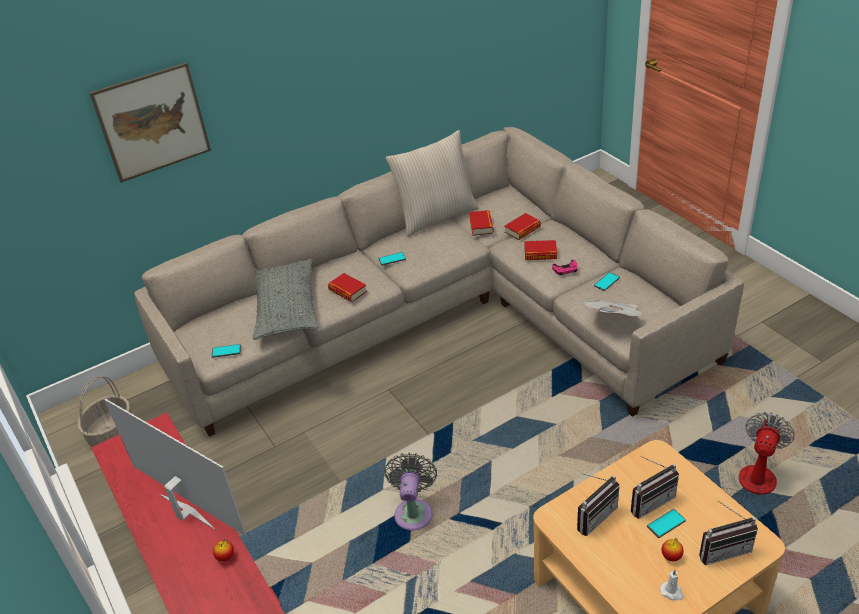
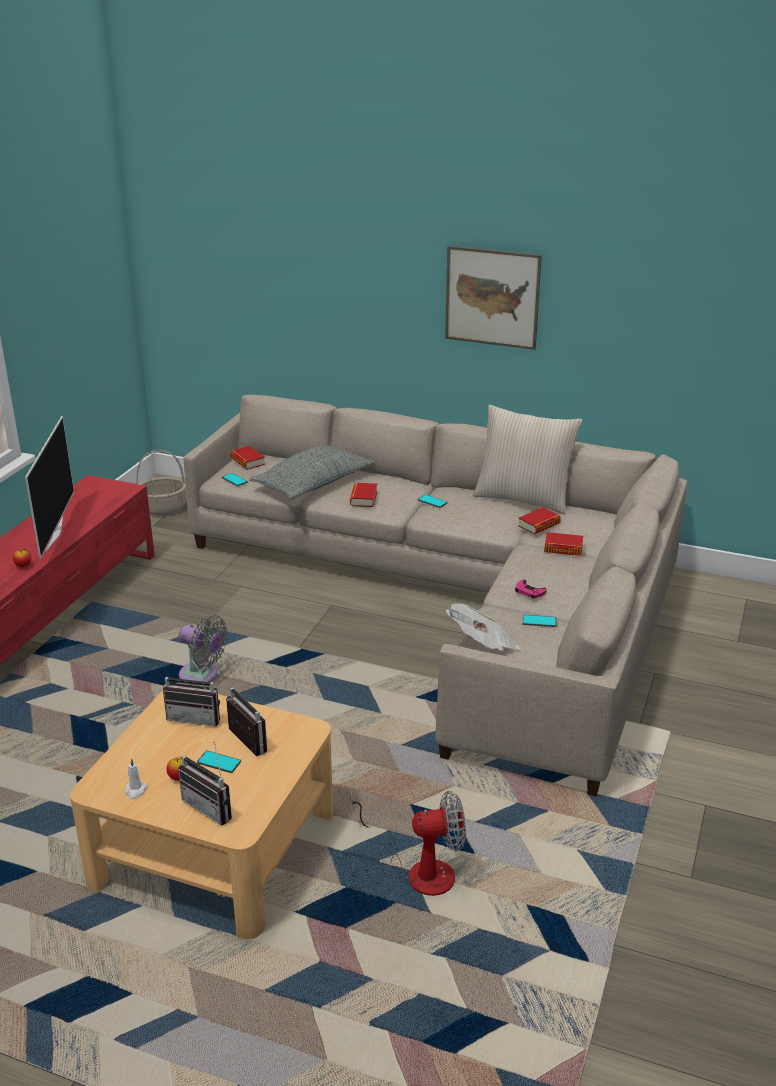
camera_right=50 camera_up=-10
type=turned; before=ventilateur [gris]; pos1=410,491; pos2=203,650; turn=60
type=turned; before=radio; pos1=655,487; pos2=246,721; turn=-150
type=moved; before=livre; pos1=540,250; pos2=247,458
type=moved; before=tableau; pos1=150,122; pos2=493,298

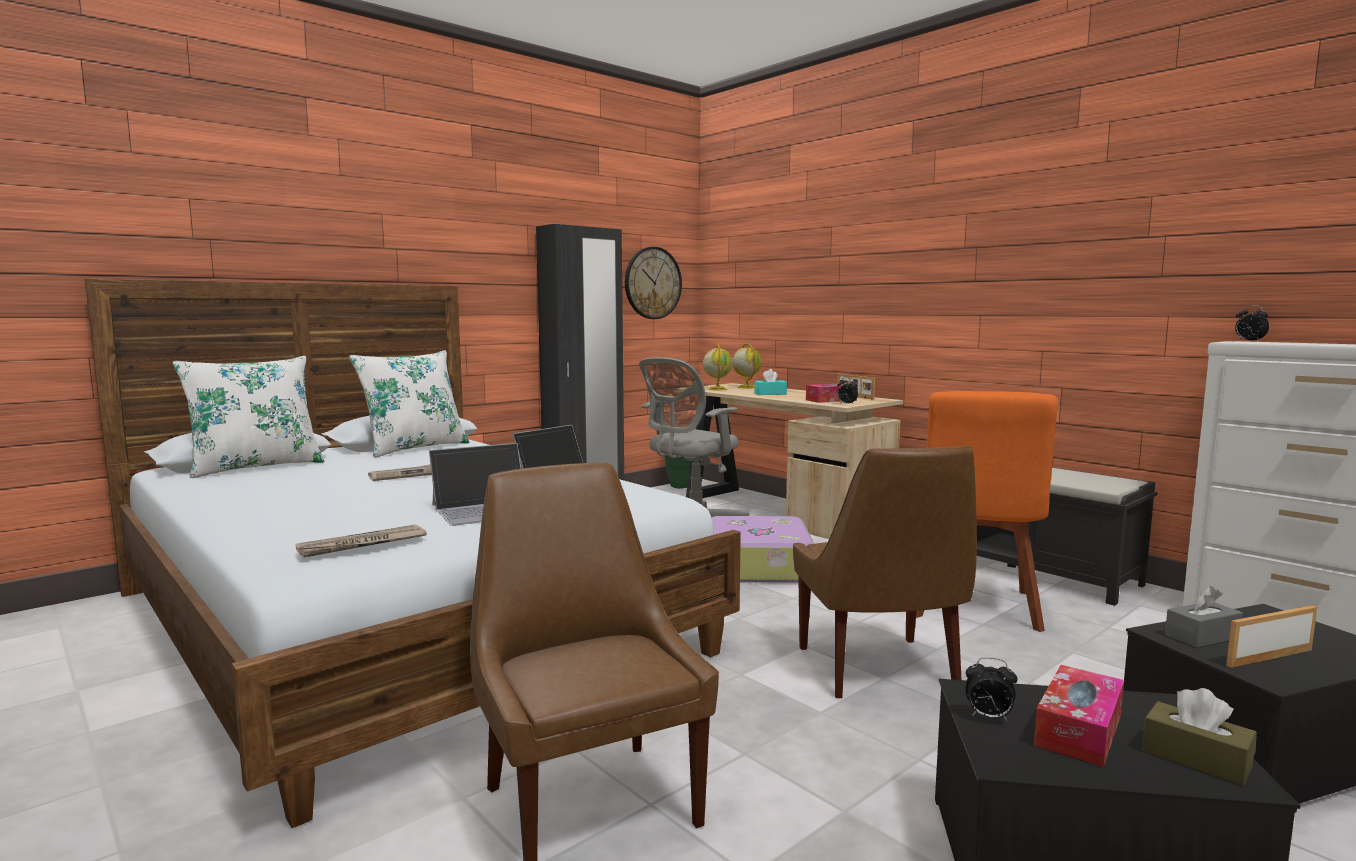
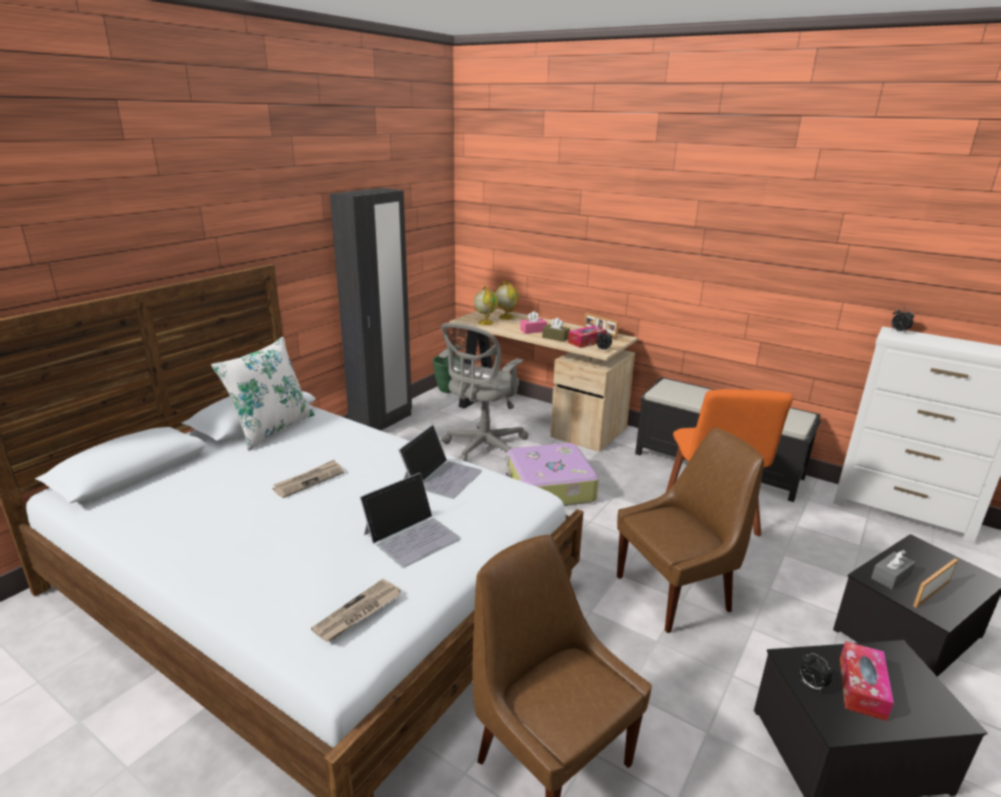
camera_right=-15 camera_up=15
type=recoloured; before=boîte à mouchoirs [turquoise]; after=boîte à mouchoirs [rose]; pos1=771,382; pos2=533,322
type=moved; before=boîte à mouchoirs [marron]; pos1=1199,737; pos2=556,330
type=turned; before=chaise [marron]; pos1=885,572; pos2=690,530; turn=-90
type=turned; before=réveil; pos1=991,689; pos2=816,672; turn=45
type=removed; before=coussin [blanc]; pos1=248,417
type=removed; before=horloge murale; pos1=653,283

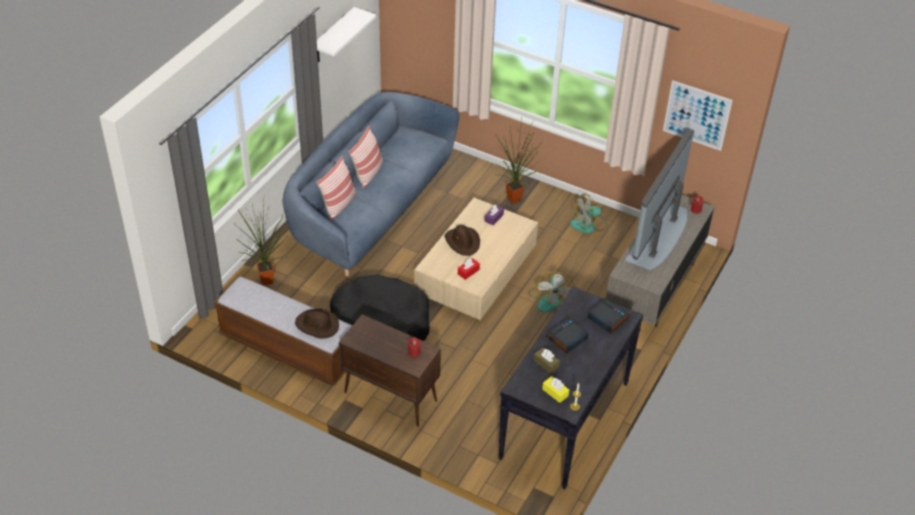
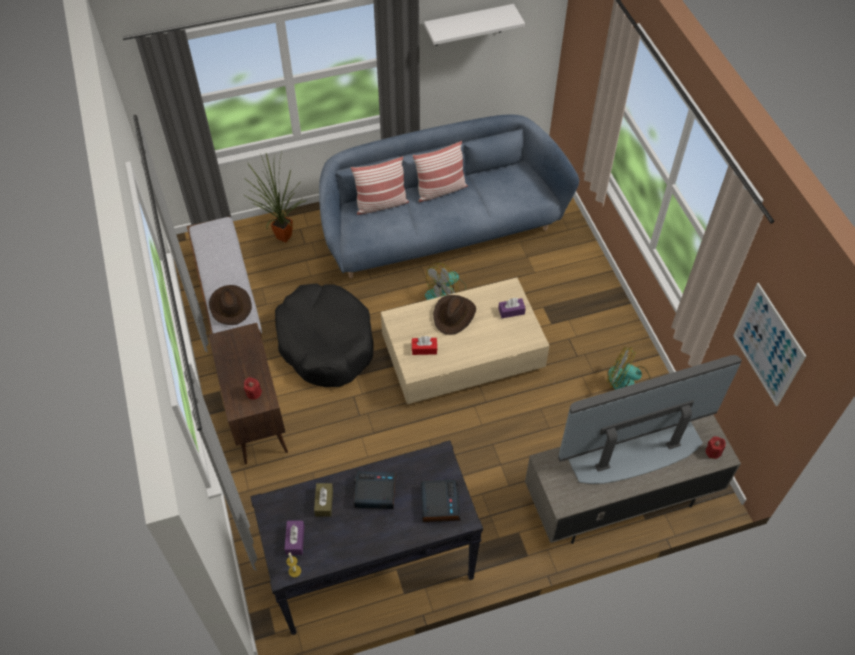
camera_right=45 camera_up=10
type=recoloured; before=boîte à mouchoirs [jaune]; after=boîte à mouchoirs [violet]; pos1=555,389; pos2=294,538
type=moved; before=ventilateur; pos1=551,292; pos2=445,281
type=removed; before=plante en pot; pos1=517,162

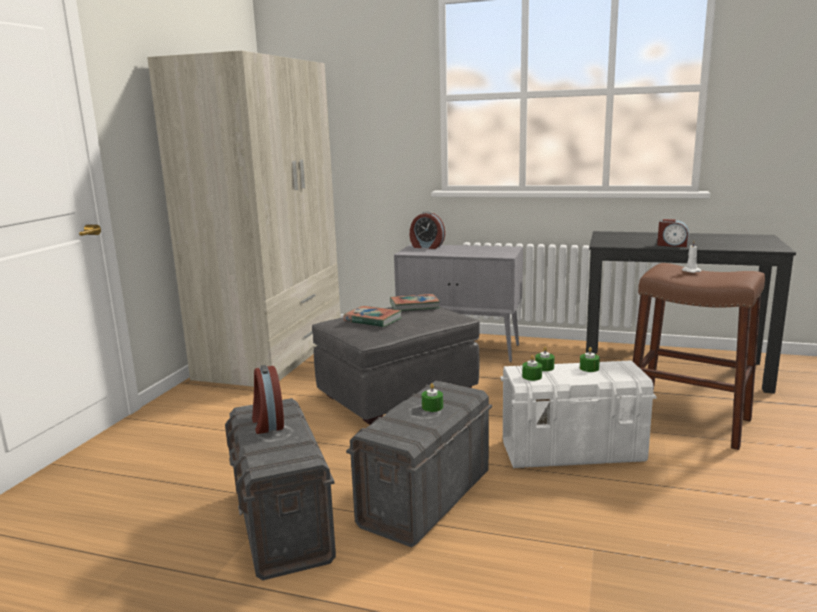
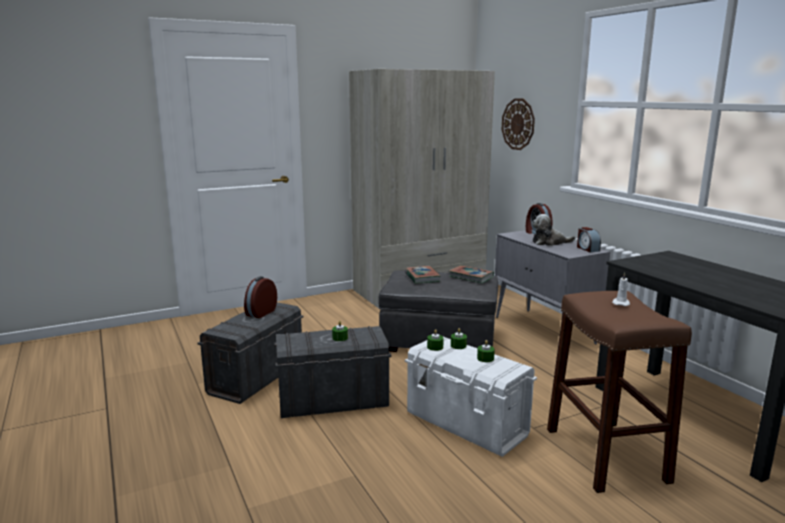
camera_right=45 camera_up=0
type=added; after=horloge murale; pos2=518,124
type=added; after=peluche; pos2=553,230
type=moved; before=réveil; pos1=673,233; pos2=589,239

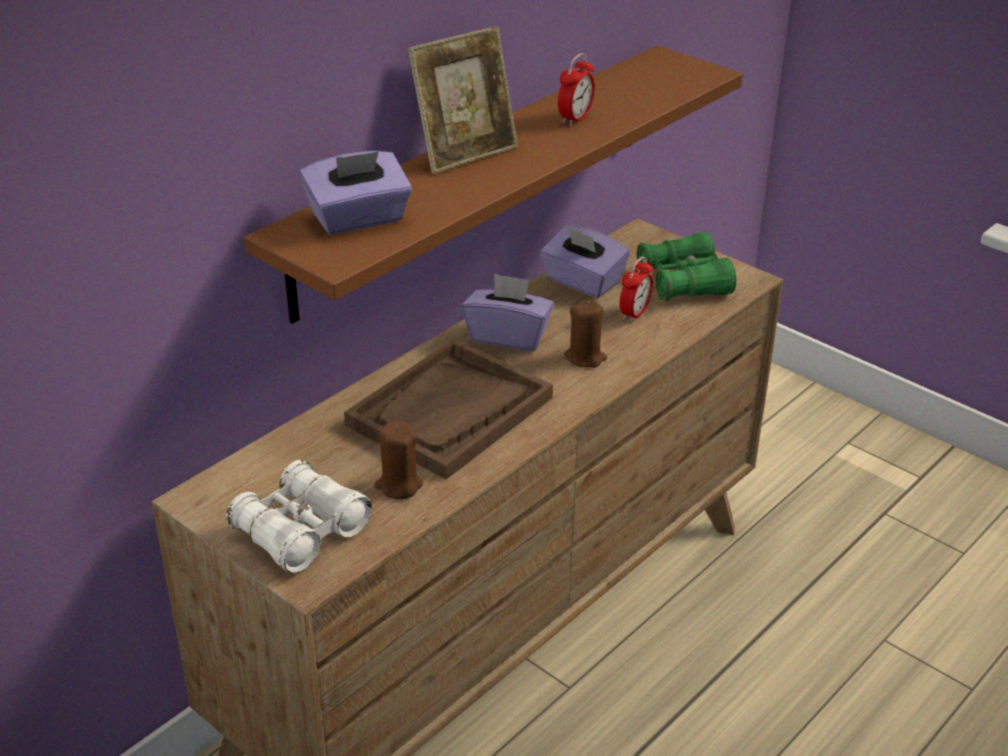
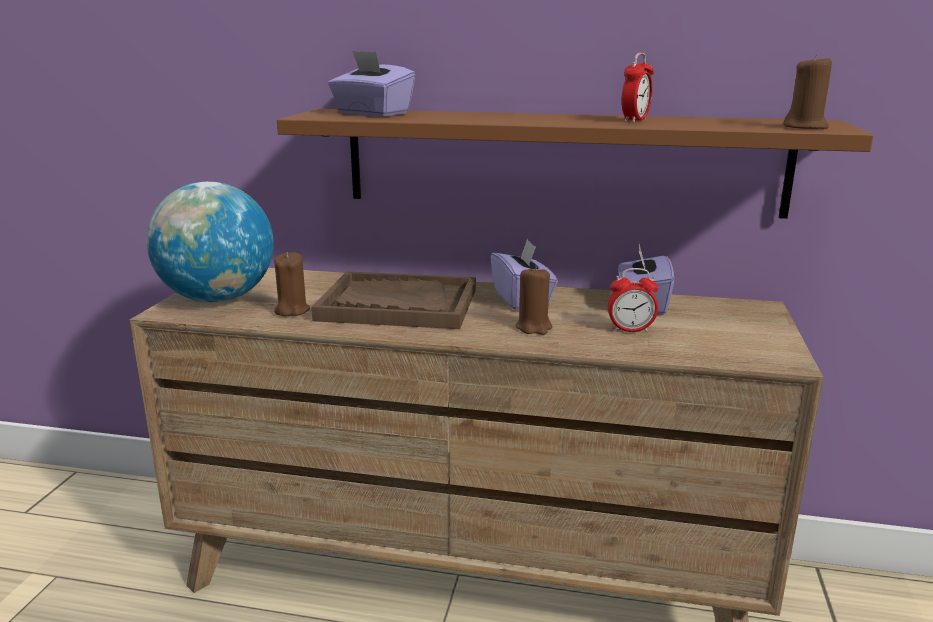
camera_right=60 camera_up=-15
type=replaced; before=jumelles [blanc]; after=globe; pos1=299,516; pos2=210,242
type=turned; before=réveil; pos1=576,89; pos2=637,87; turn=-60
type=added; after=bougie [marron]; pos2=807,91
type=removed; before=cadre photo; pos1=463,100
type=removed; before=jumelles [vert]; pos1=687,266

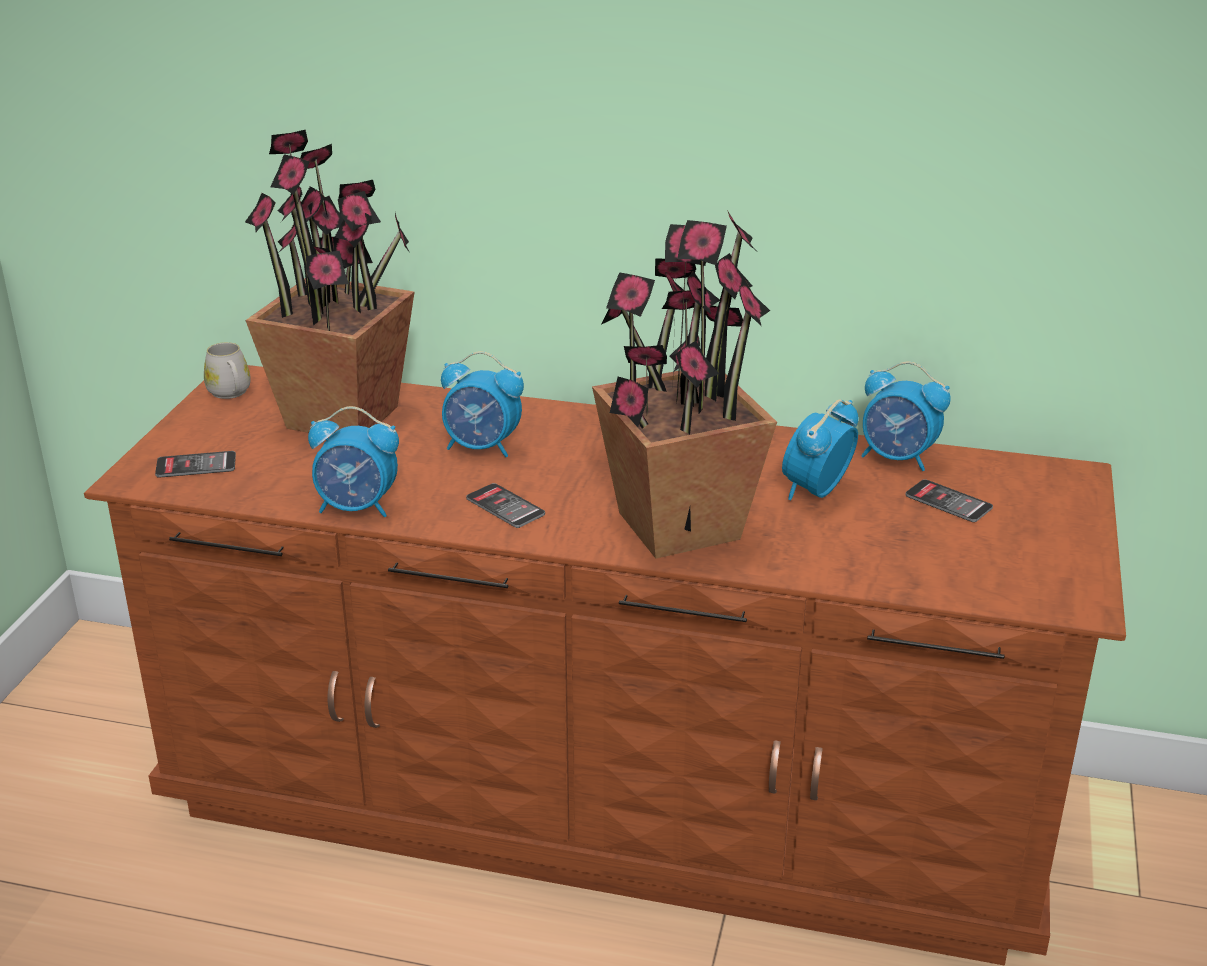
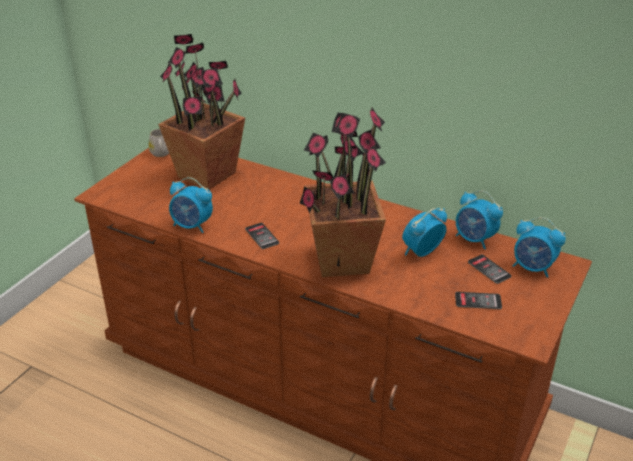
camera_right=15 camera_up=5
type=moved; before=téléphone; pos1=195,464; pos2=478,300
type=moved; before=réveil; pos1=482,404; pos2=539,247

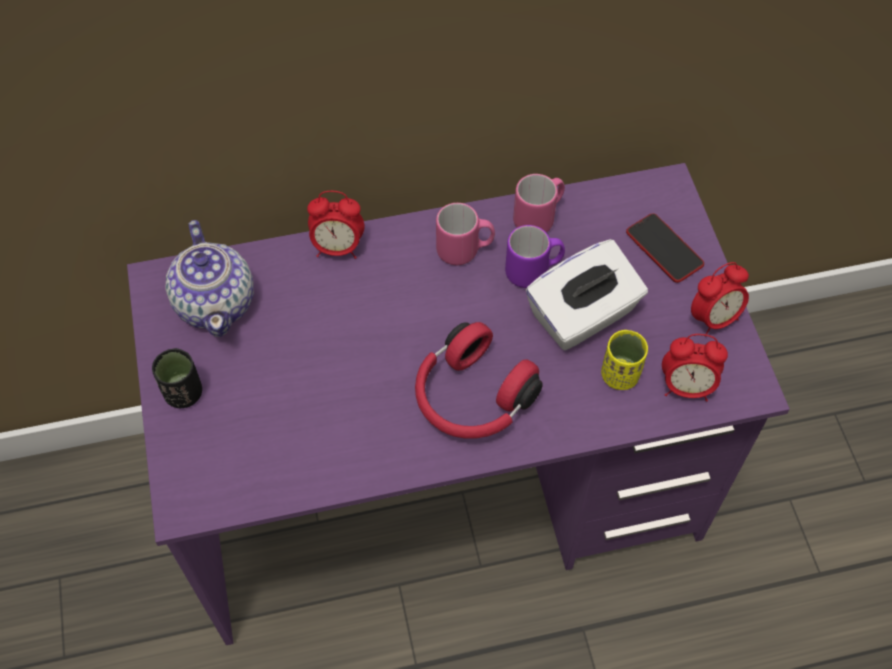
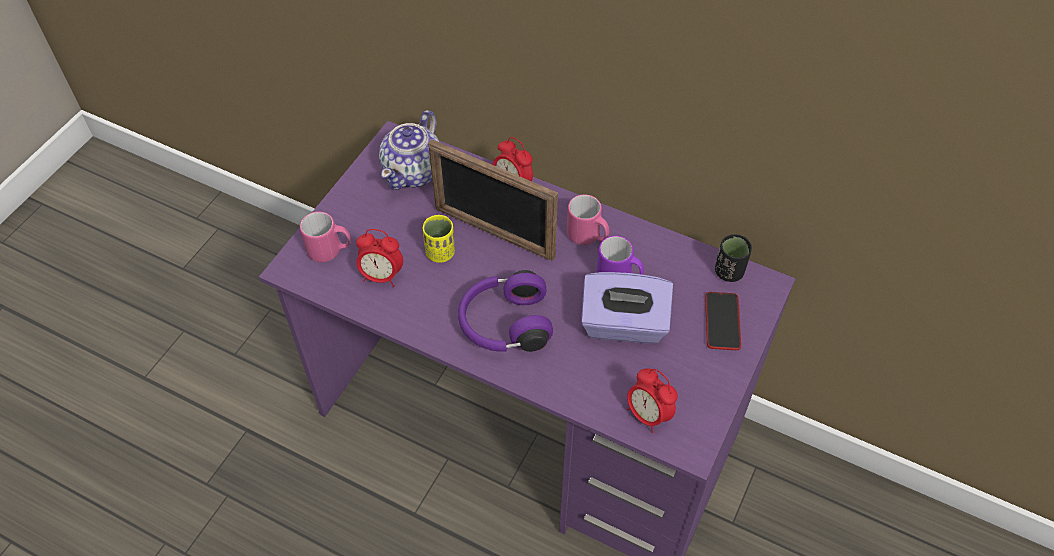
camera_right=40 camera_up=-5
type=moved; before=mug [rose]; pos1=539,203; pos2=325,237
type=moved; before=réveil; pos1=720,299; pos2=379,258
type=moved; before=tasse [jaune]; pos1=624,360; pos2=439,239
type=added; after=cadre photo; pos2=493,200
type=recoloured; before=casque audio [rouge]; after=casque audio [violet]; pos1=479,380; pos2=505,311
type=recoloured; before=boîte à mouchoirs [blanc]; after=boîte à mouchoirs [violet]; pos1=587,295; pos2=627,307
type=moved; before=tasse [noir]; pos1=177,378; pos2=733,258

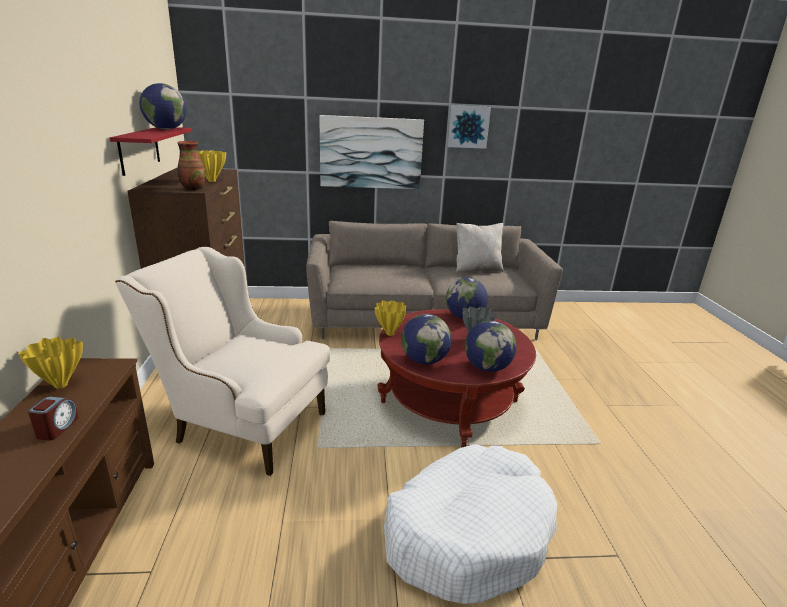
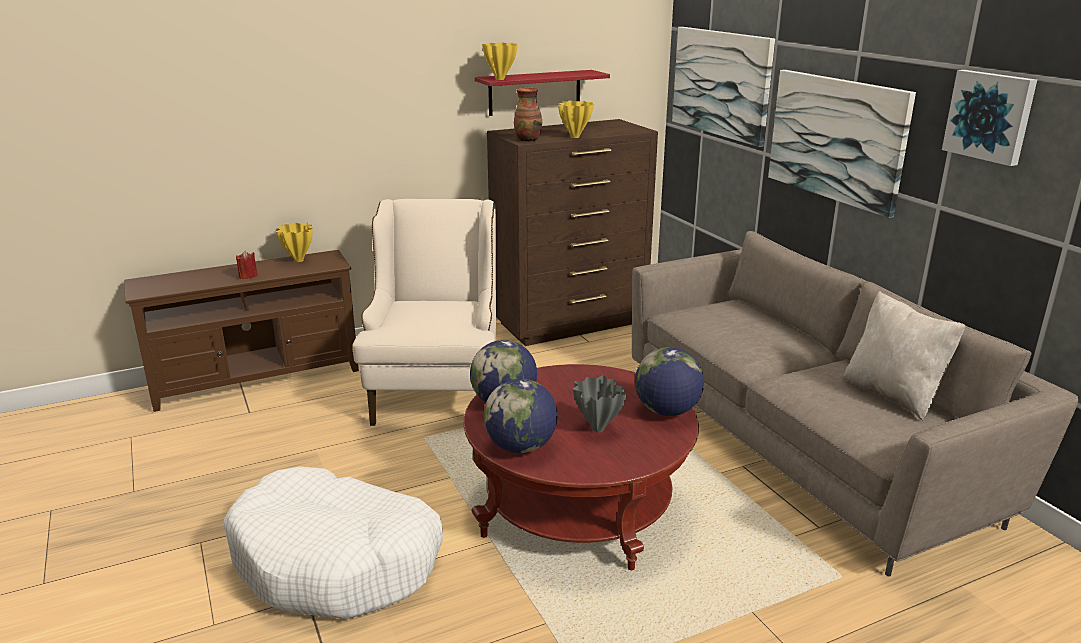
camera_right=70 camera_up=0
type=replaced; before=réveil; after=bougie [rouge]; pos1=53,418; pos2=247,265
type=moved; before=vase [jaune]; pos1=390,318; pos2=500,61
type=added; after=tableau; pos2=723,87
type=removed; before=globe; pos1=163,106

